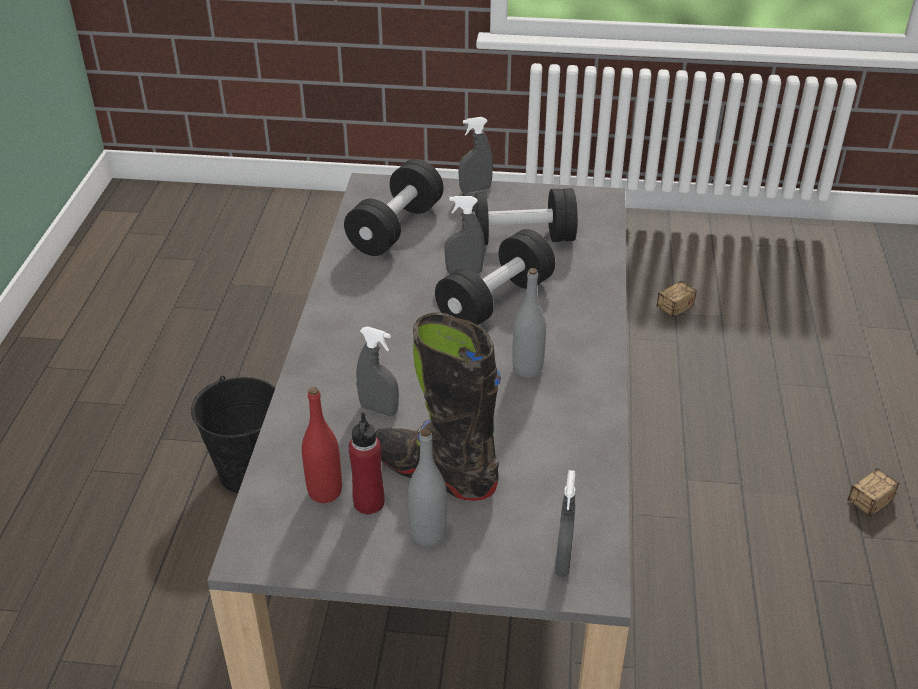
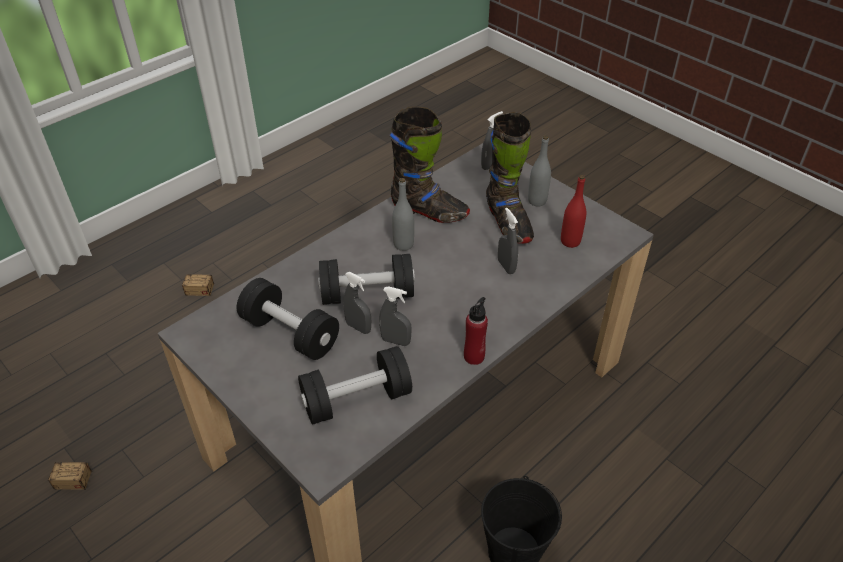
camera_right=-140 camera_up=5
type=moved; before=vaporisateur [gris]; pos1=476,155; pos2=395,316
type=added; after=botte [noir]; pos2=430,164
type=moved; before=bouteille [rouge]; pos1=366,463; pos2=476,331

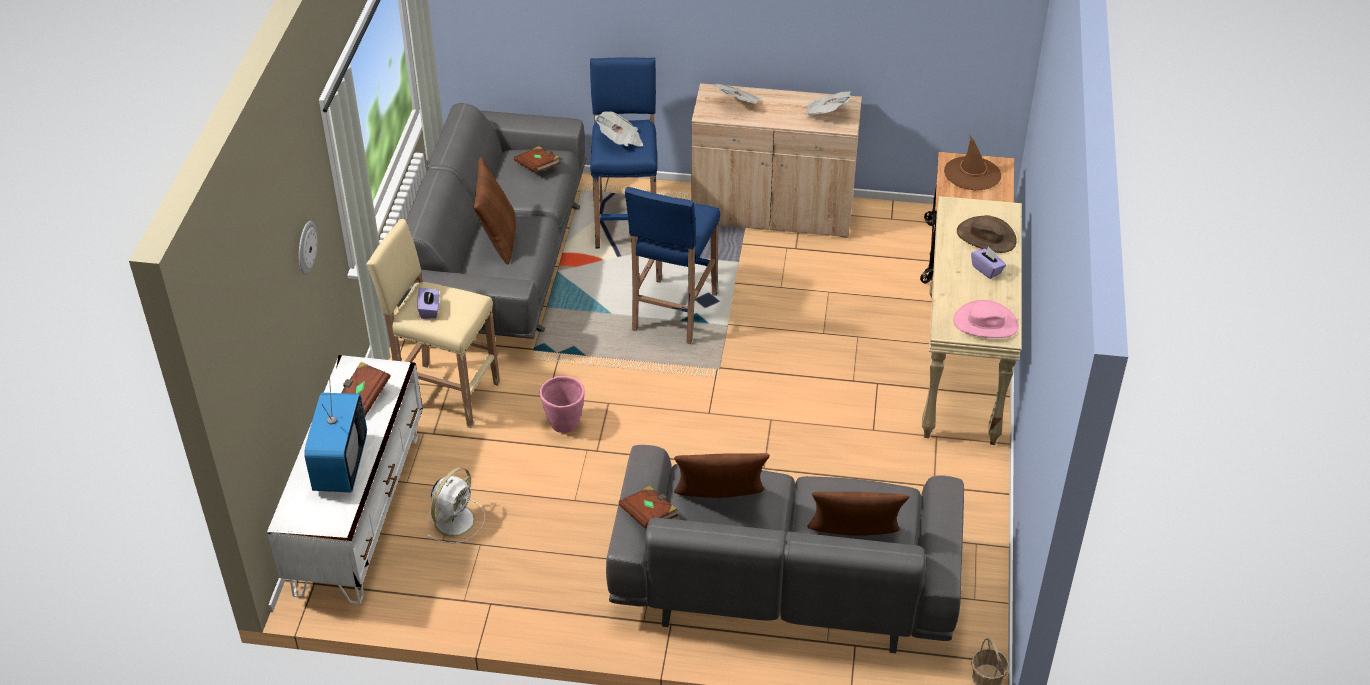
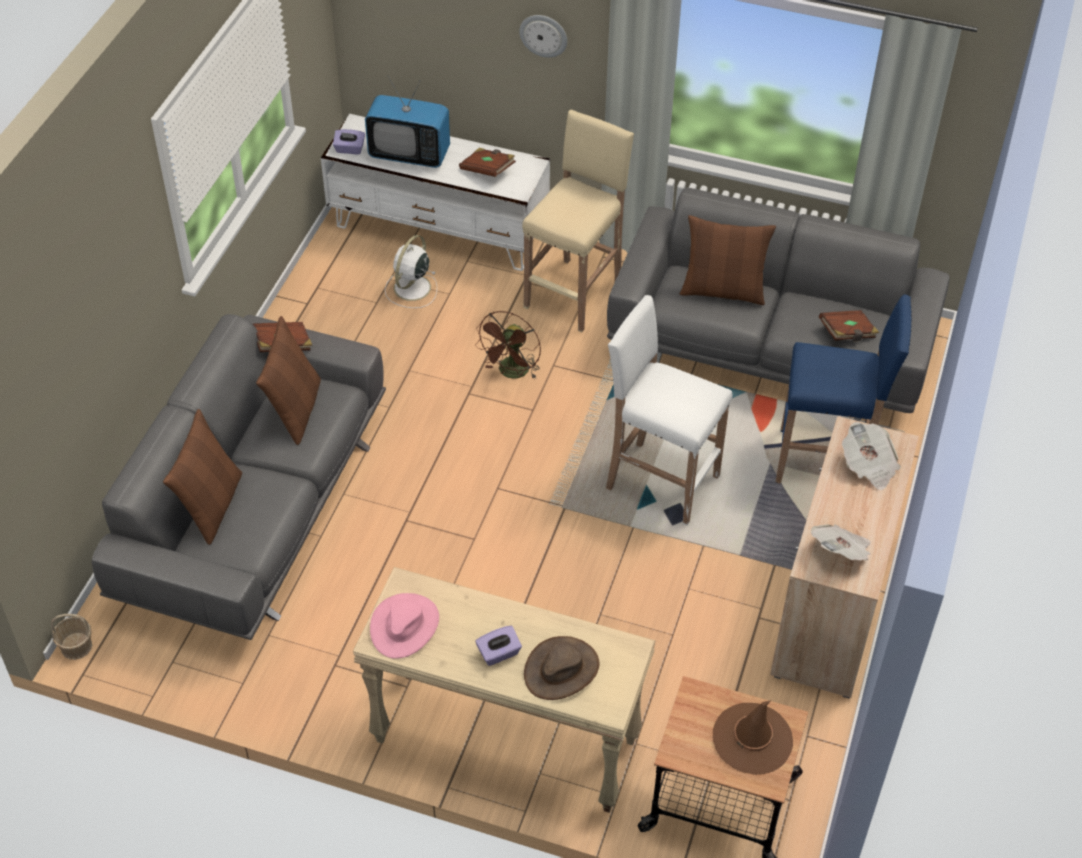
camera_right=100 camera_up=5
type=moved; before=boîte à mouchoirs [violet]; pos1=428,303; pos2=349,141
type=turned; before=ventilateur [blanc]; pos1=456,505; pos2=411,271; turn=75
type=replaced; before=cache-pot [rose]; after=ventilateur [marron]; pos1=562,404; pos2=508,345
type=recoloured; before=tabouret [bleu]; after=tabouret [blanc]; pos1=672,265; pos2=669,410
type=removed; before=journal; pos1=619,129

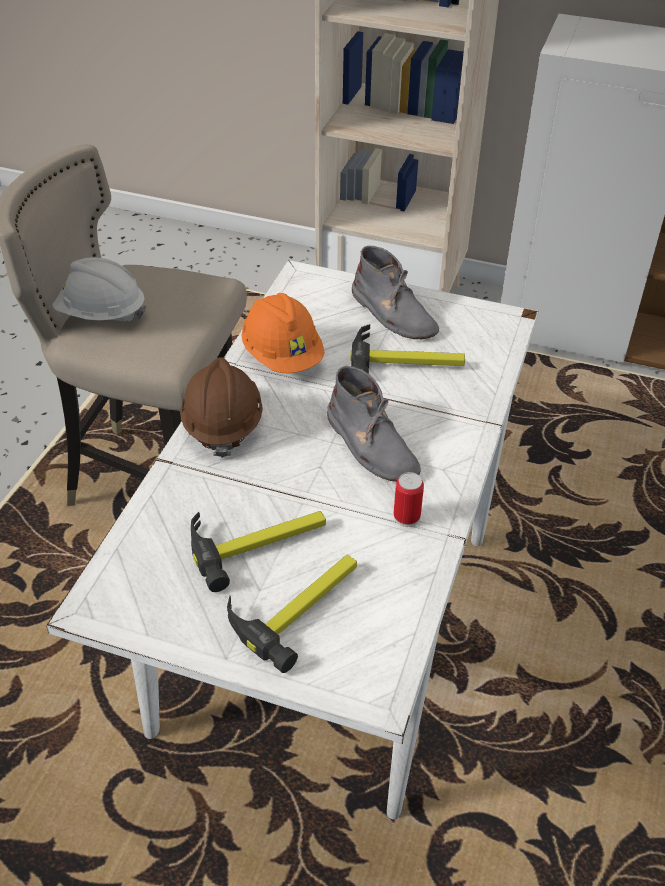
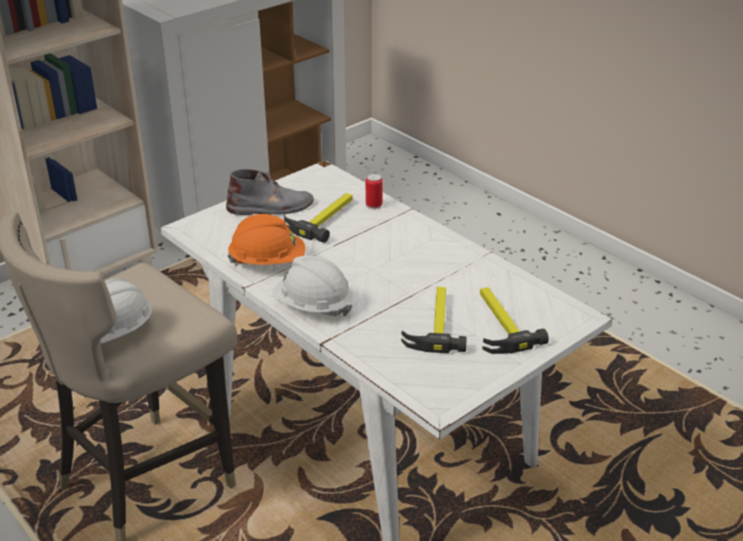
camera_right=-60 camera_up=-10
type=recoloured; before=casque de chantier [marron]; after=casque de chantier [blanc]; pos1=221,407; pos2=312,286
type=moved; before=boîte métallique; pos1=409,499; pos2=374,192
type=removed; before=botte [gris]; pos1=374,424

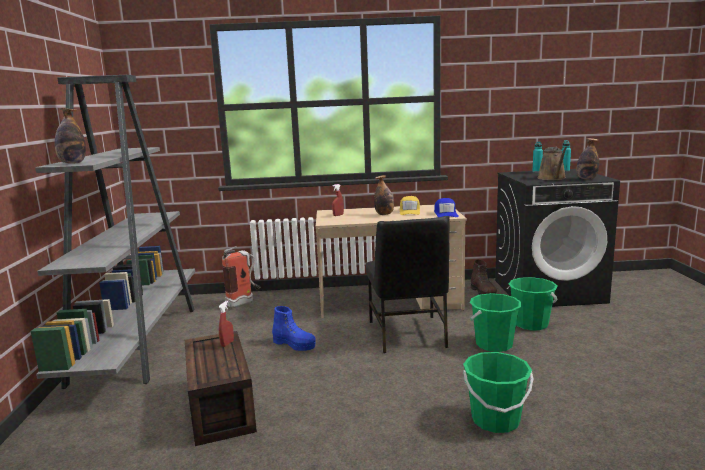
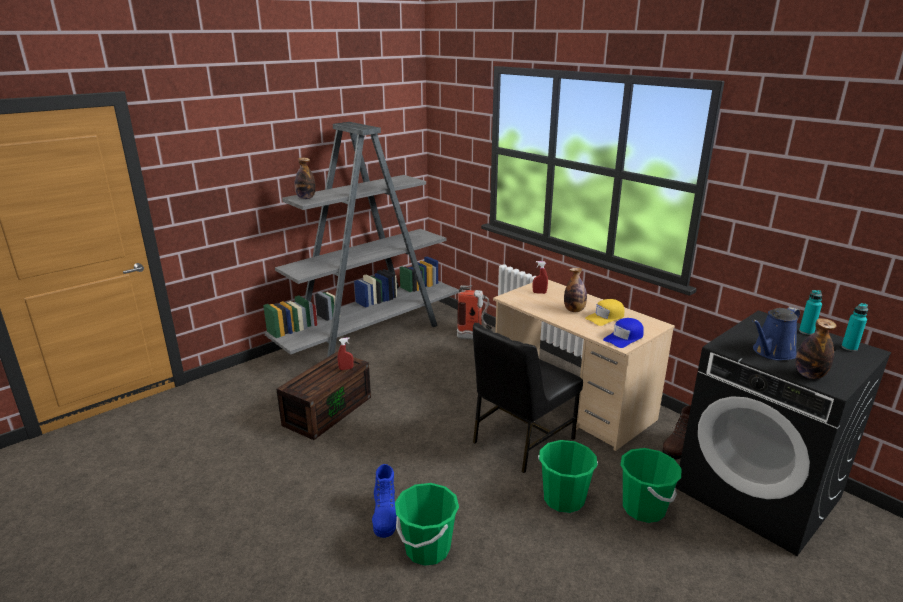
camera_right=50 camera_up=10
type=moved; before=botte [bleu]; pos1=294,328; pos2=384,501
type=recoloured; before=arrosoir [marron]; after=arrosoir [bleu]; pos1=552,163; pos2=776,333

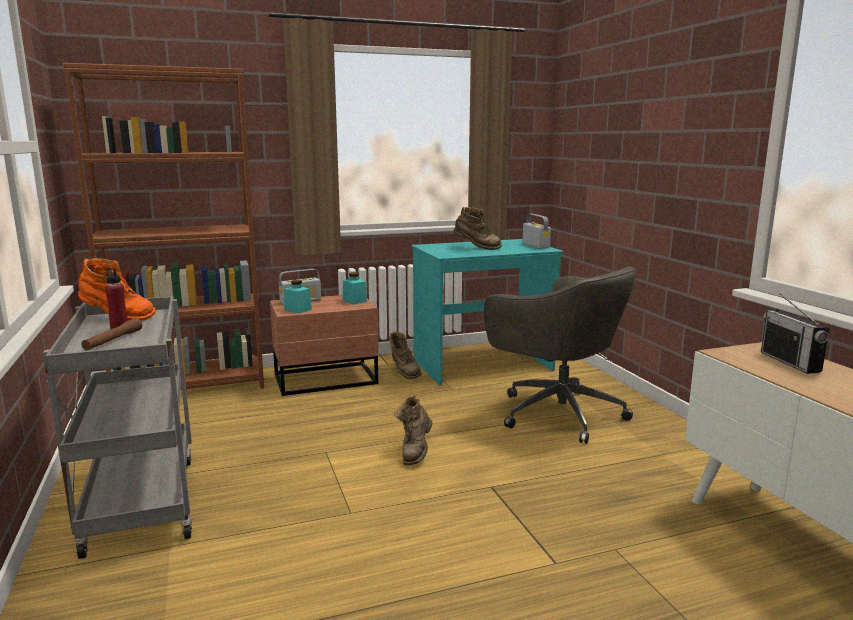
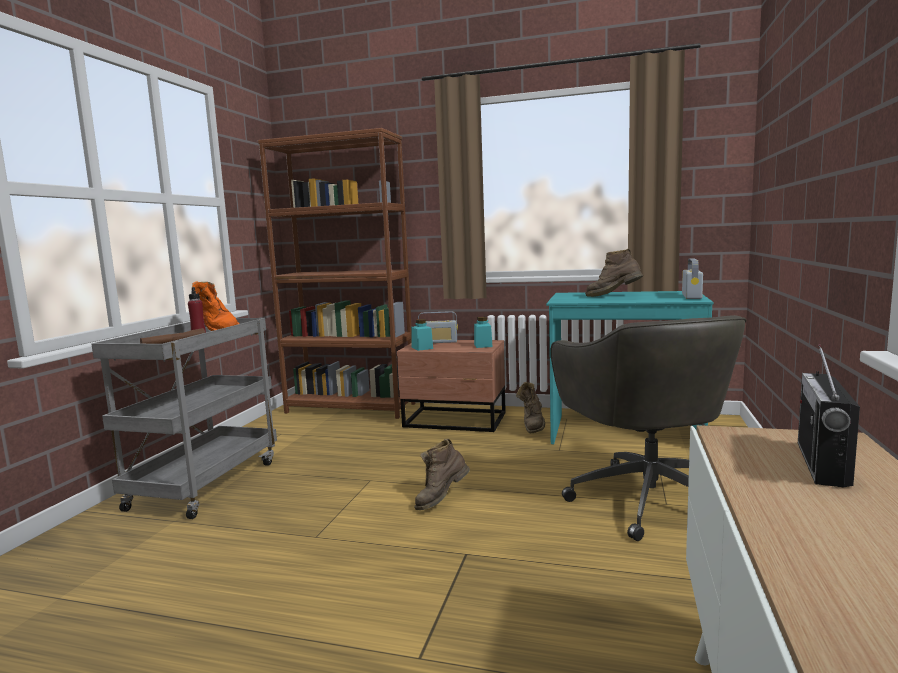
camera_right=35 camera_up=-5
type=turned; before=botte [marron]; pos1=478,228; pos2=614,273; turn=135

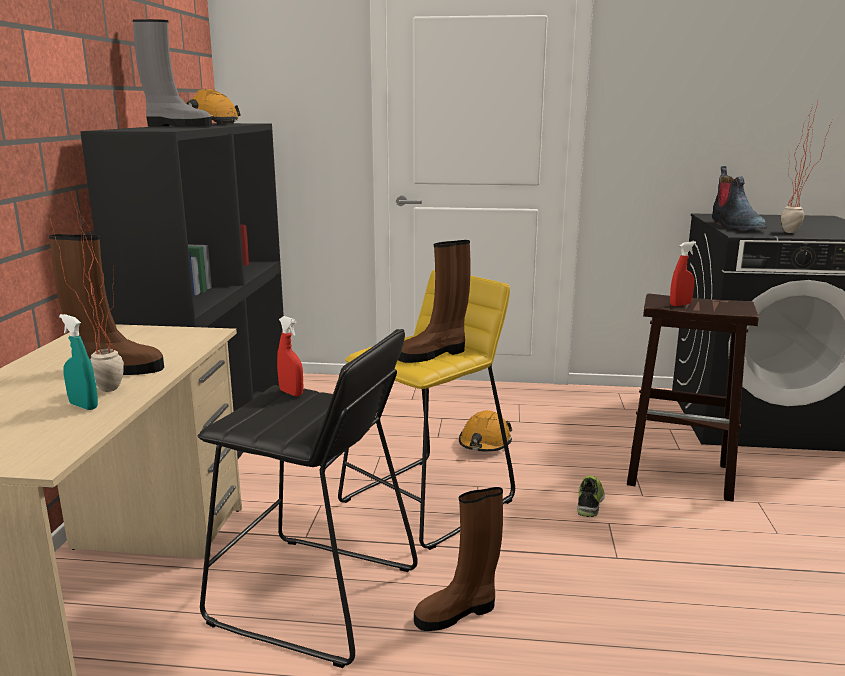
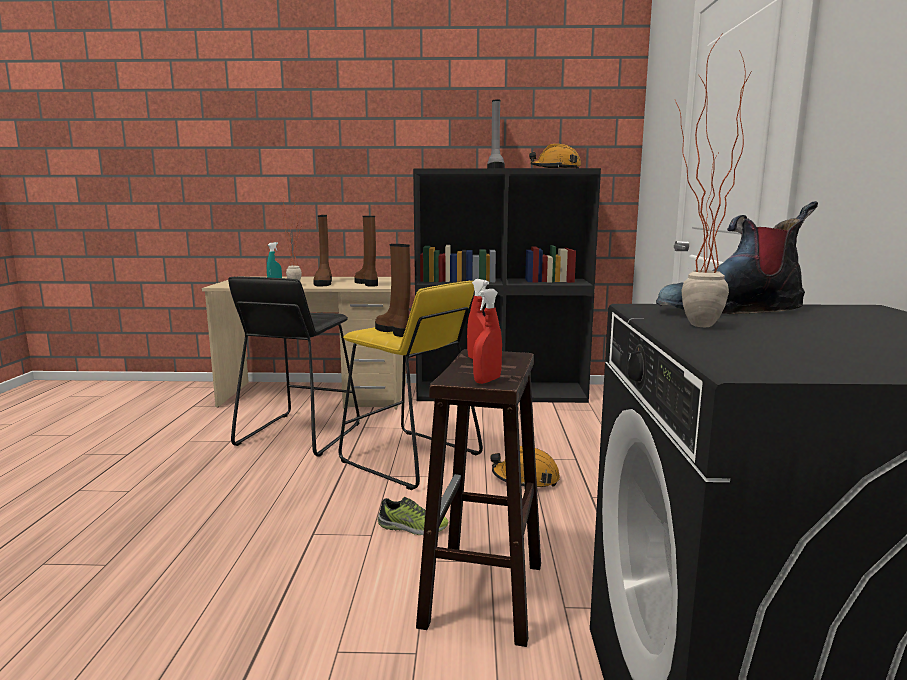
camera_right=85 camera_up=-5
type=moved; before=botte [marron]; pos1=458,559; pos2=366,251
type=moved; before=vaporisateur [rouge]; pos1=290,356; pos2=487,336

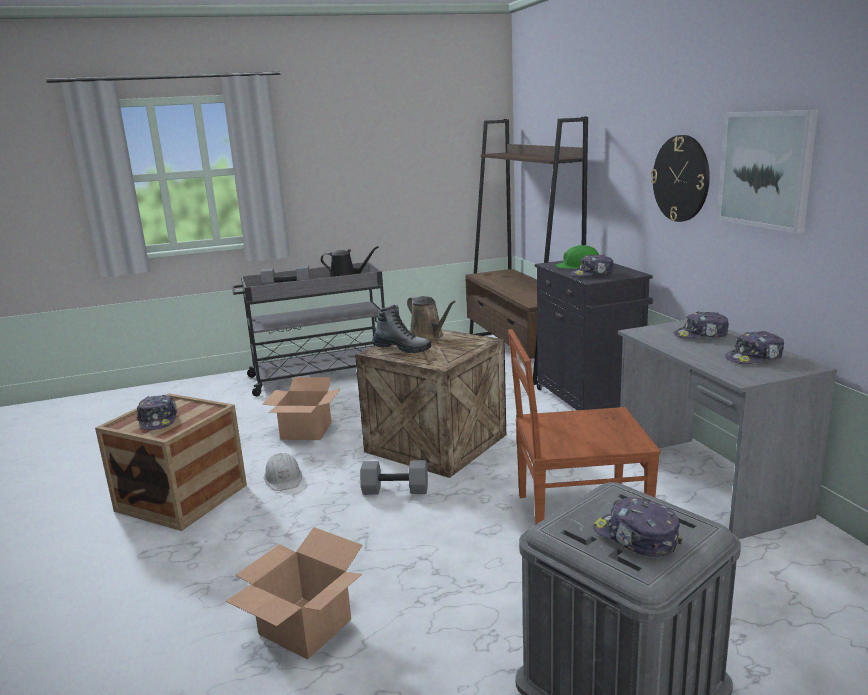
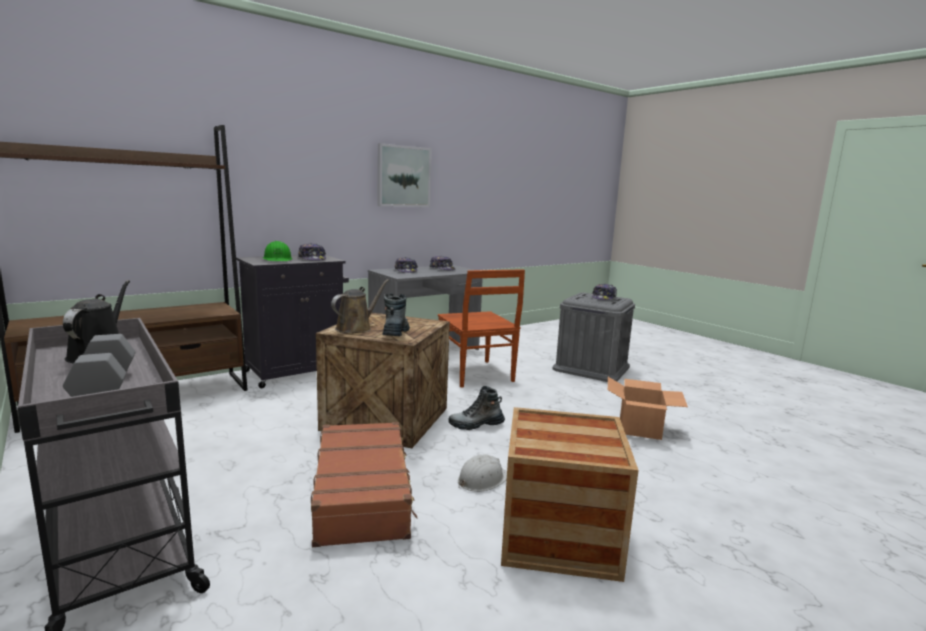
camera_right=-110 camera_up=-5
type=replaced; before=carton; after=valise [marron]; pos1=301,408; pos2=364,484
type=replaced; before=haltère [gris]; after=botte; pos1=394,477; pos2=476,408
type=removed; before=casquette; pos1=156,412
type=removed; before=horloge murale; pos1=680,178

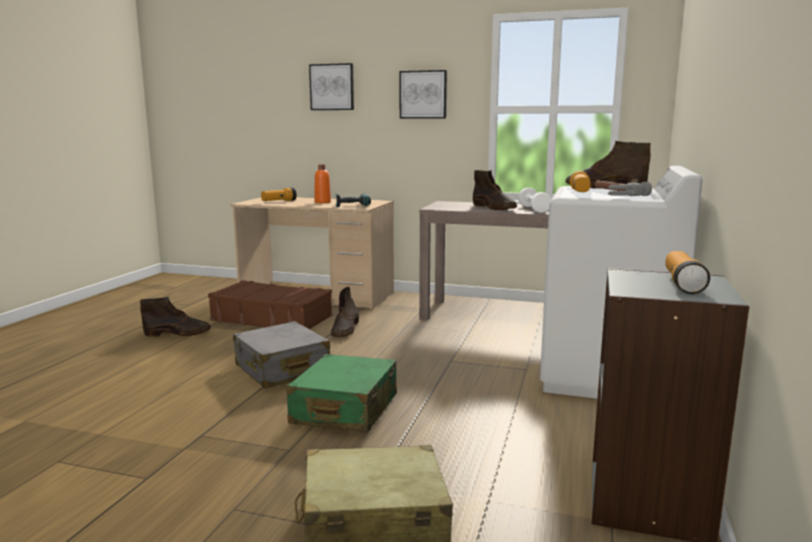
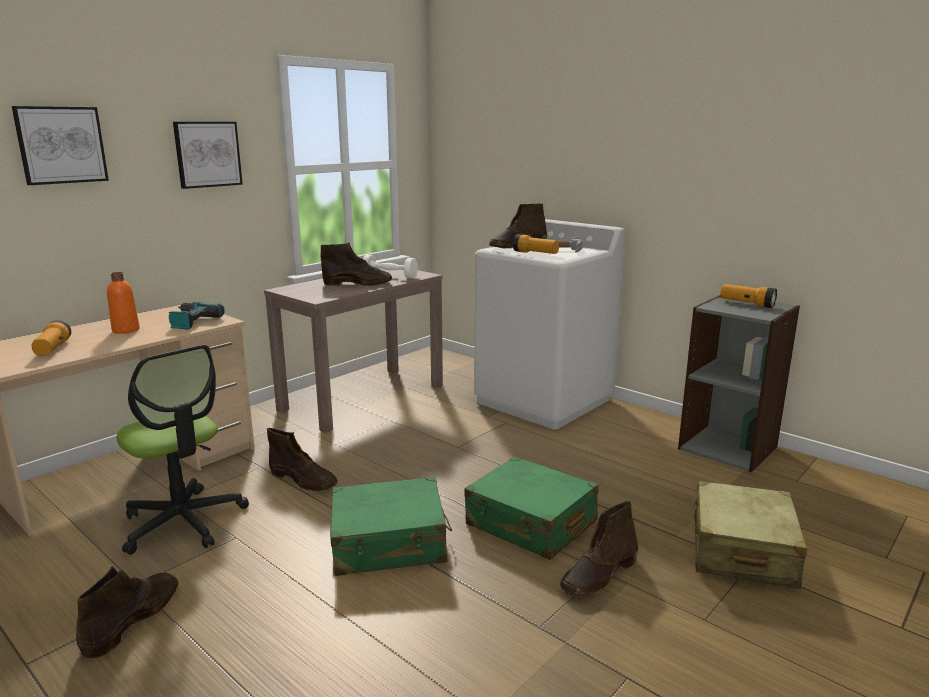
camera_right=-65 camera_up=5
type=replaced; before=valise [marron]; after=chaise de bureau; pos1=270,304; pos2=183,449
type=recoloured; before=valise [gris]; after=valise [vert]; pos1=281,354; pos2=391,526
type=added; after=botte [marron]; pos2=599,549

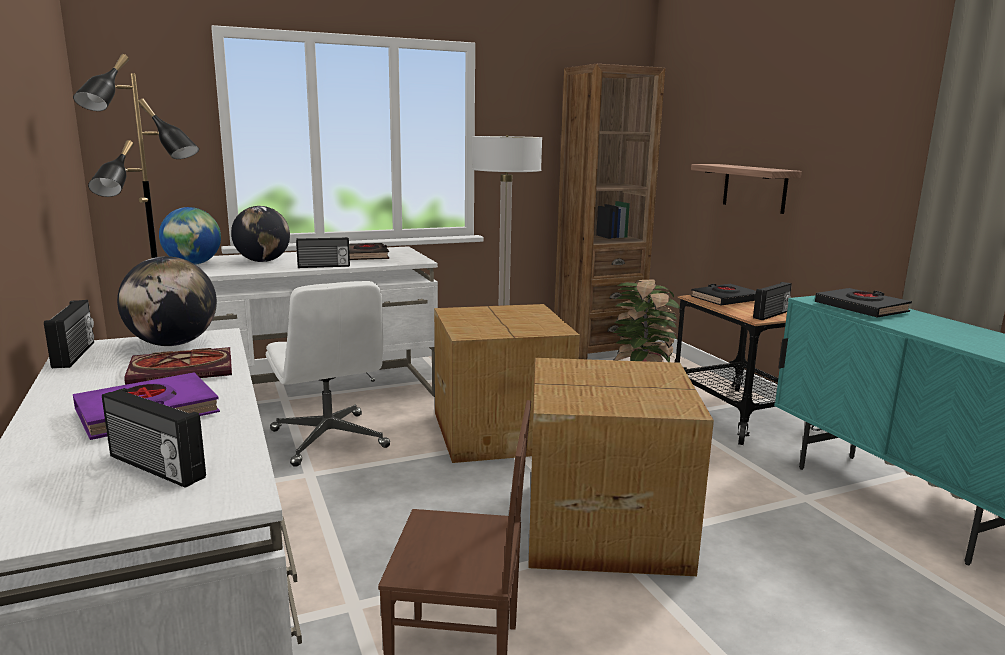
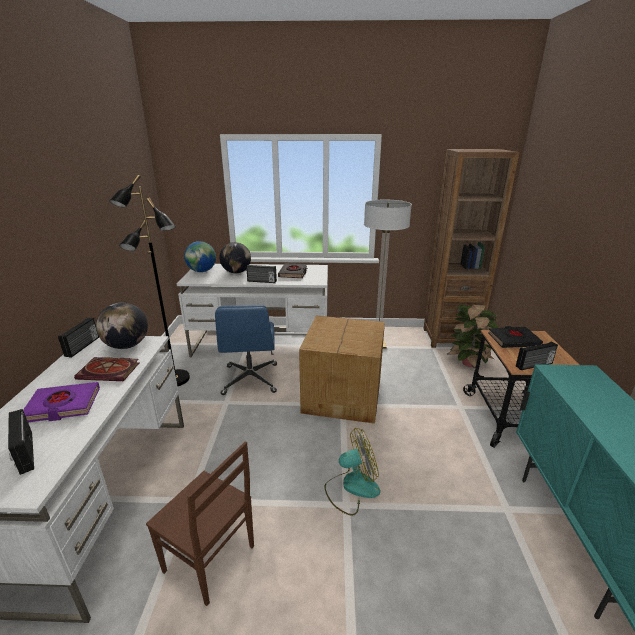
camera_right=25 camera_up=10
type=recoloured; before=chaise de bureau [blanc]; after=chaise de bureau [bleu]; pos1=328,374; pos2=246,350
type=replaced; before=carton; after=ventilateur; pos1=621,467; pos2=352,472
type=removed; before=étagère; pos1=746,189
type=removed; before=livre [noir]; pos1=863,302

